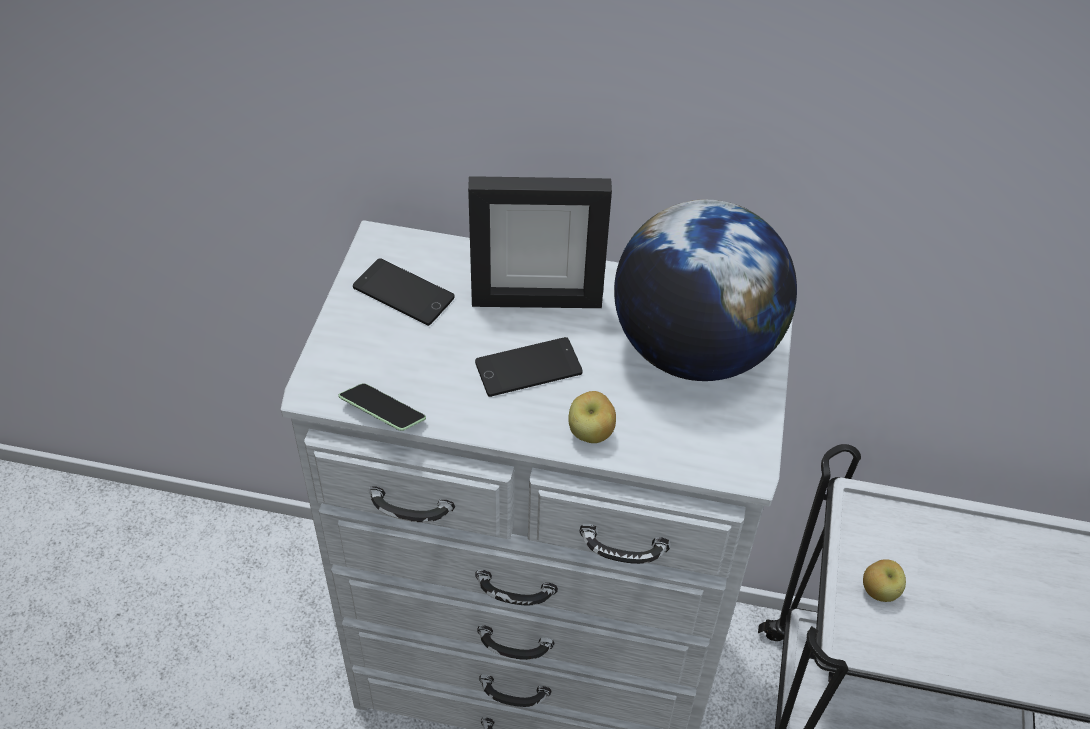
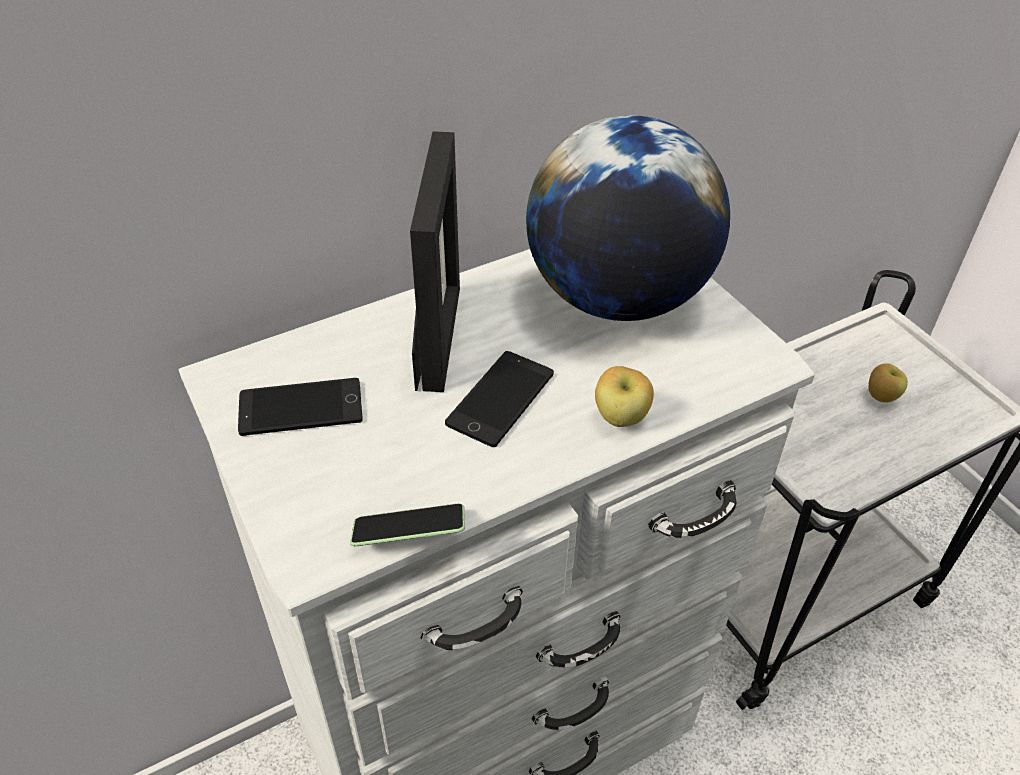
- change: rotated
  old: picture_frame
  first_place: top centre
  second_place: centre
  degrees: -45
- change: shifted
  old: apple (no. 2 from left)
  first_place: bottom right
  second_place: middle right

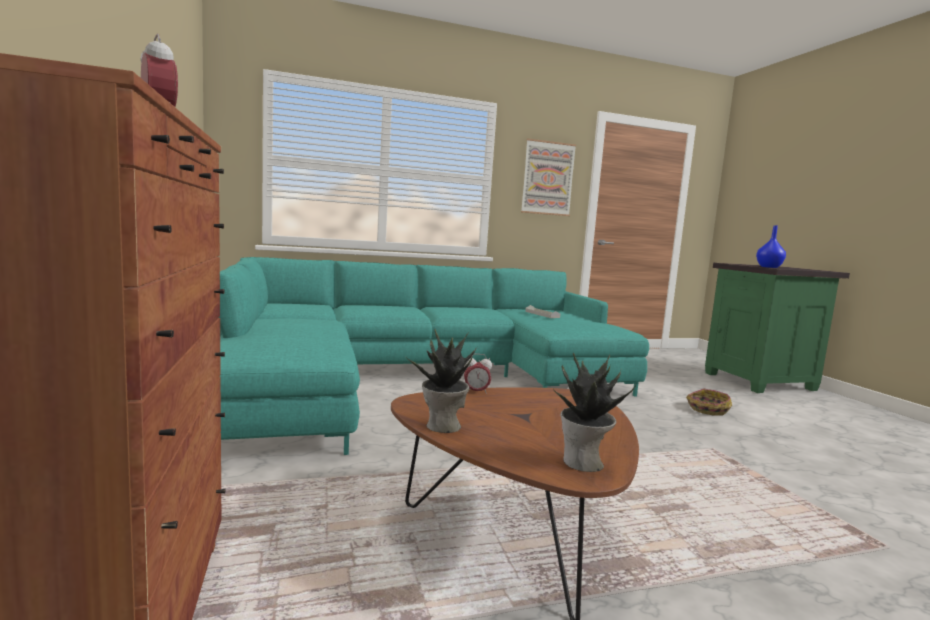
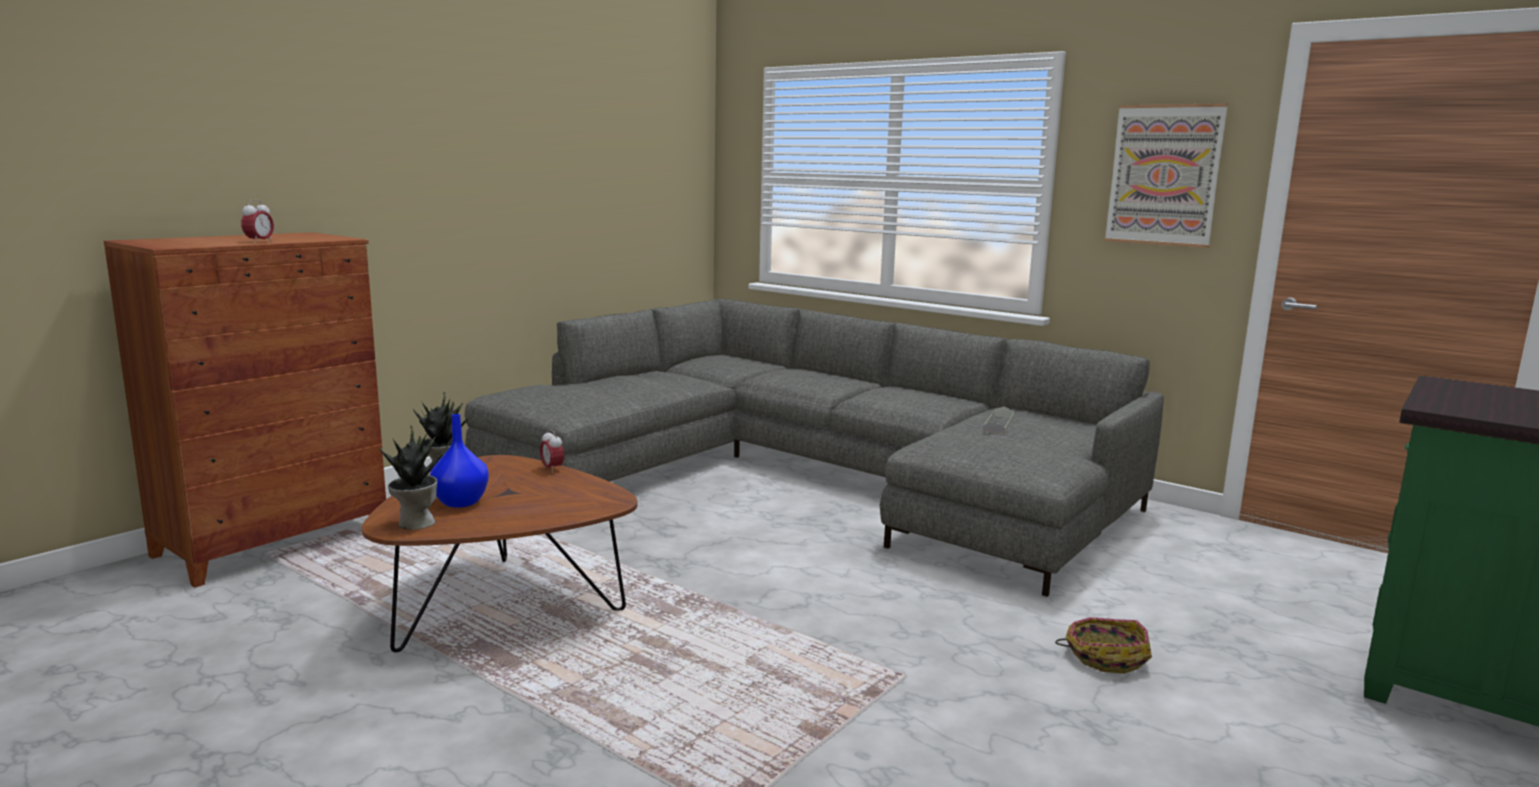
- change: repainted
  old: turquoise_sofa
  new: grey_sofa
  first_place: centre
  second_place: centre
- change: shifted
  old: blue_vase
  first_place: middle right
  second_place: middle left

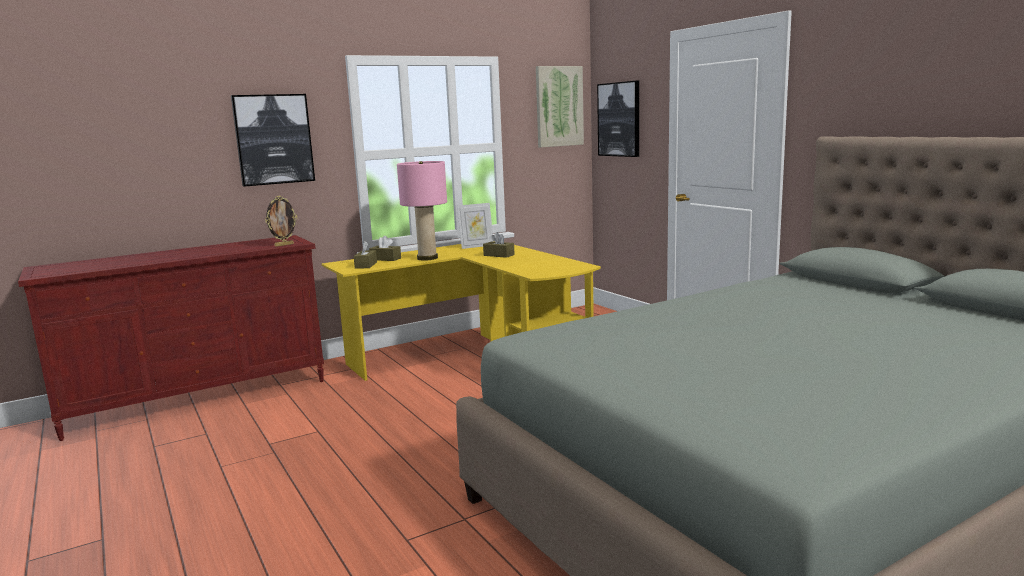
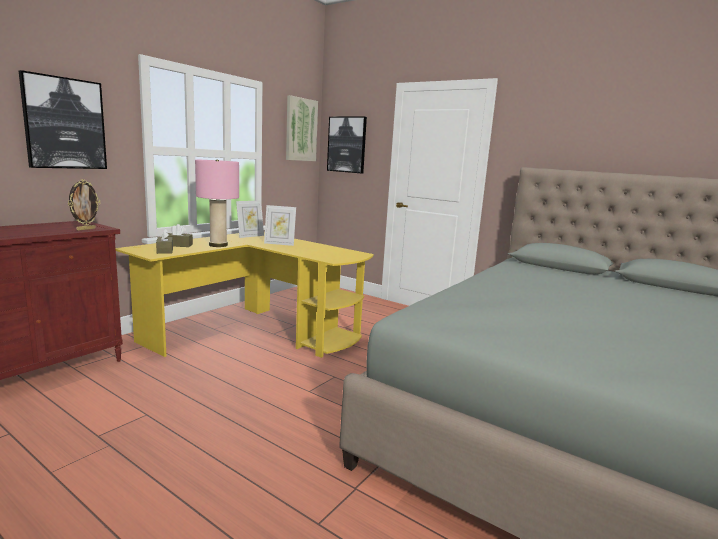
- change: swapped
  old: brown_tissue_box (no. 3 from left)
  new: picture_frame (no. 3 from left)
  first_place: centre
  second_place: centre

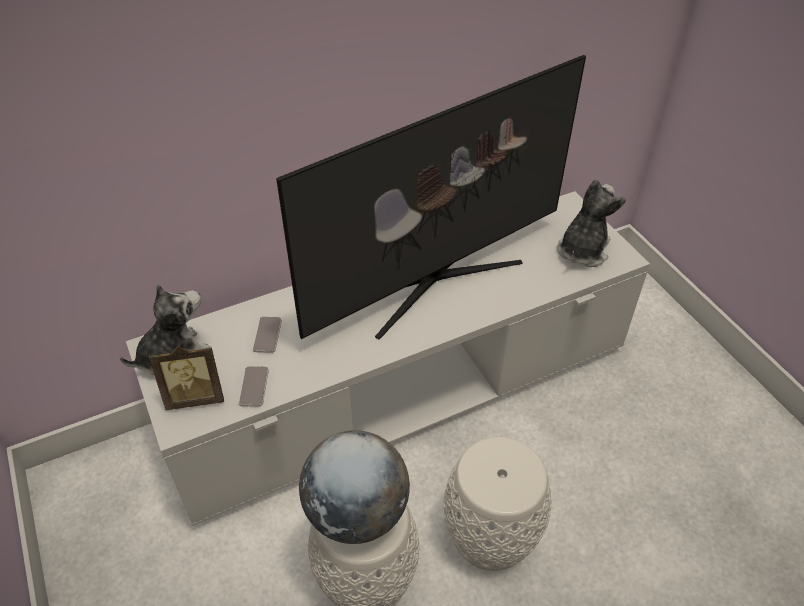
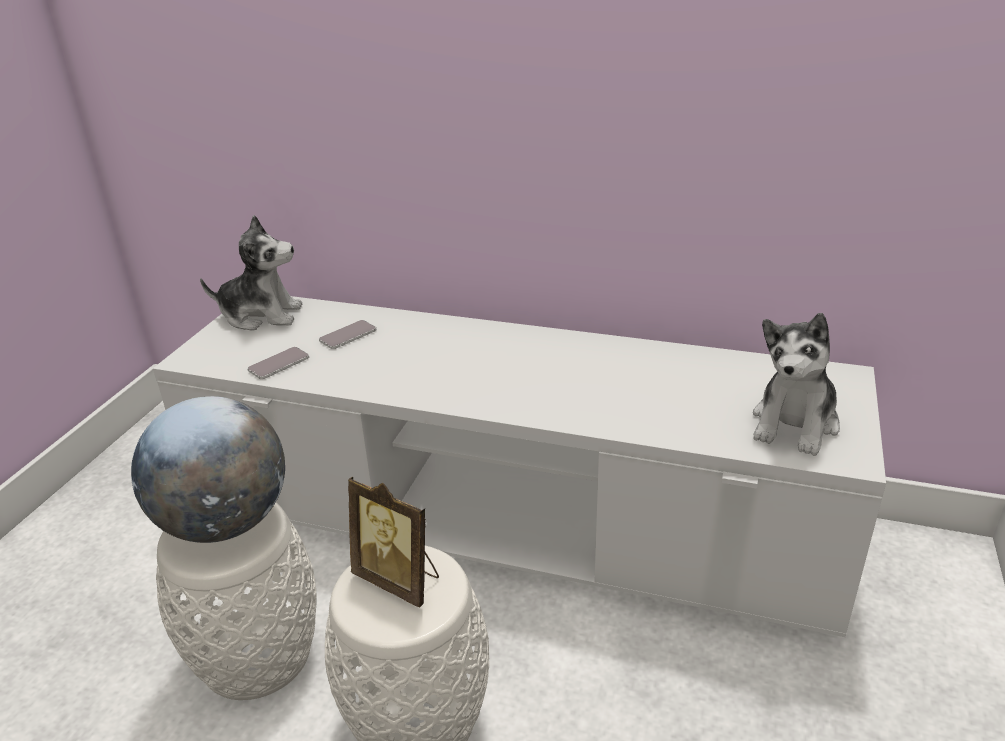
- change: shifted
  old: picture_frame
  first_place: middle left
  second_place: bottom centre
- change: gone
  old: television
  first_place: top centre
- change: rotated
  old: plush_toy (no. 2 from left)
  first_place: middle right
  second_place: middle right
  degrees: 135

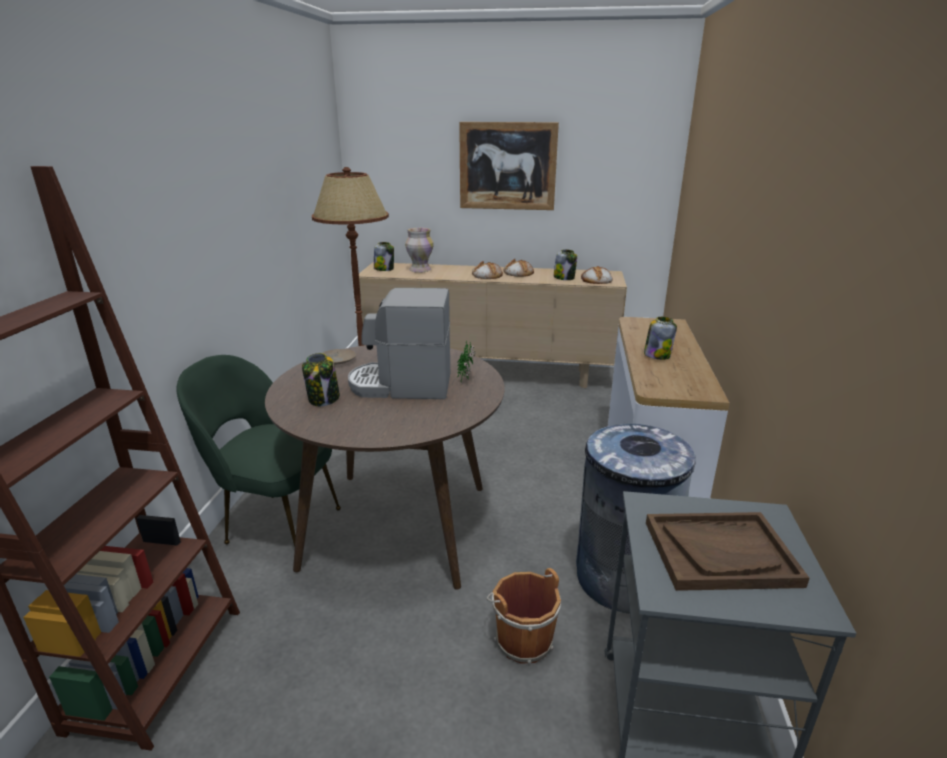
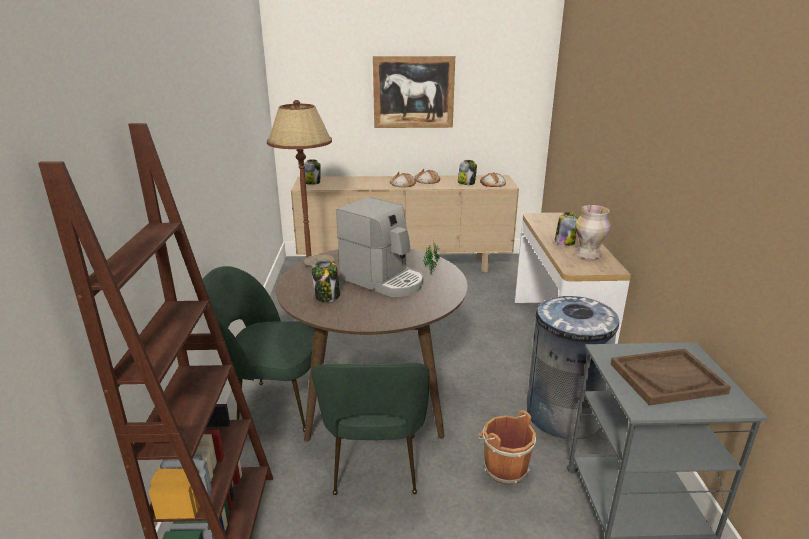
- change: rotated
  old: coffee_machine
  first_place: centre
  second_place: centre
  degrees: -135
- change: shifted
  old: vase
  first_place: top centre
  second_place: middle right
- change: new
  new: green_chair (no. 2 from left)
  second_place: bottom centre

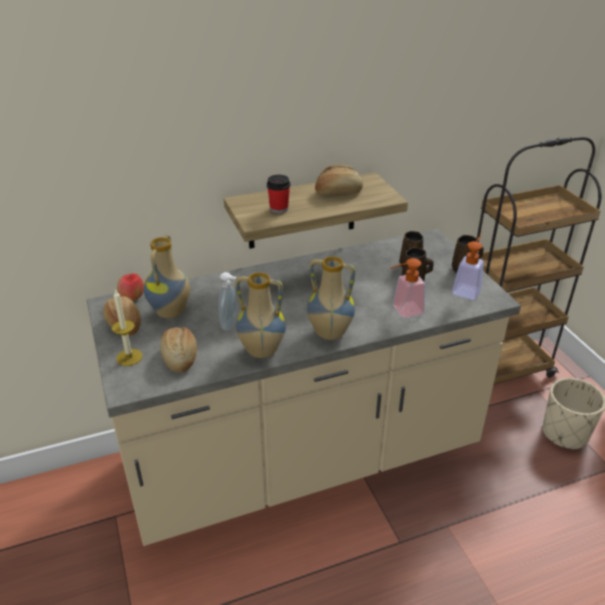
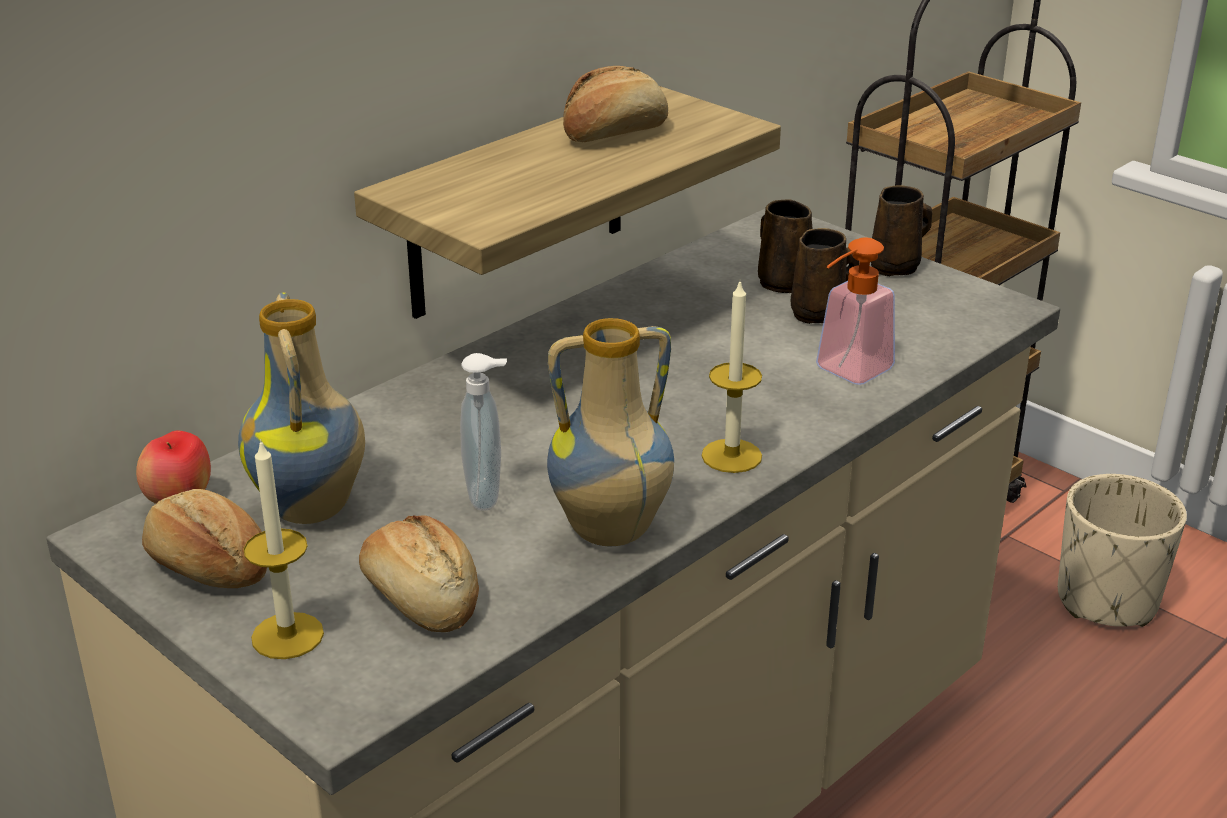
- change: gone
  old: cup
  first_place: top centre
- change: swapped
  old: vase (no. 3 from left)
  new: candle (no. 2 from left)
  first_place: centre
  second_place: centre
- change: gone
  old: soap_dispenser (no. 3 from left)
  first_place: middle right

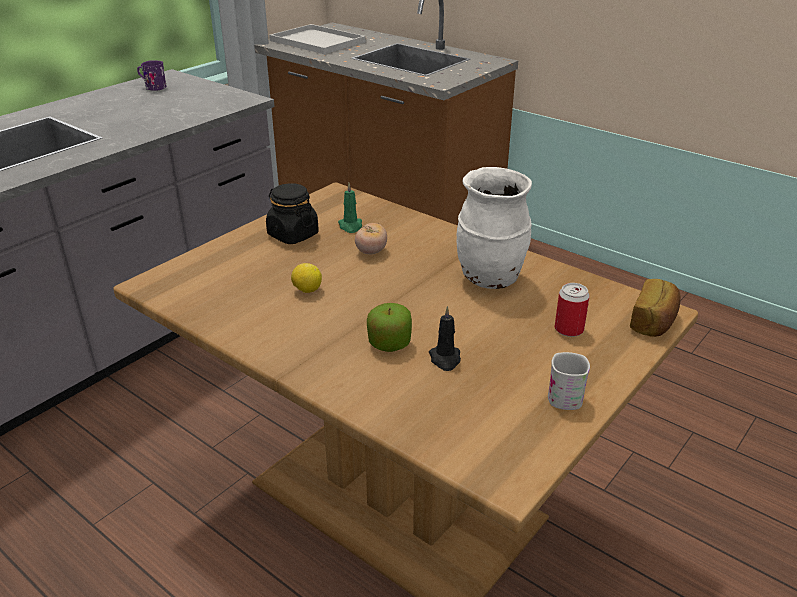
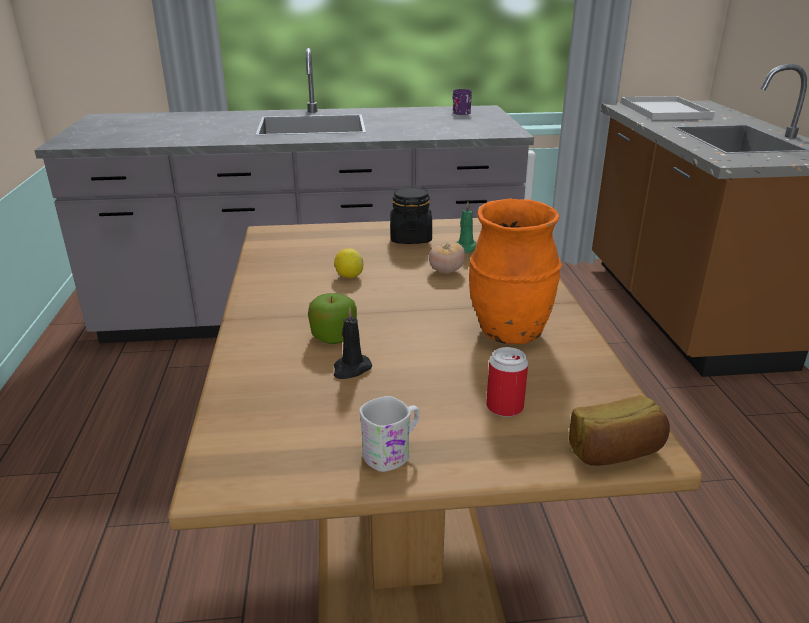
- change: repainted
  old: white_vase
  new: orange_vase
  first_place: centre
  second_place: centre

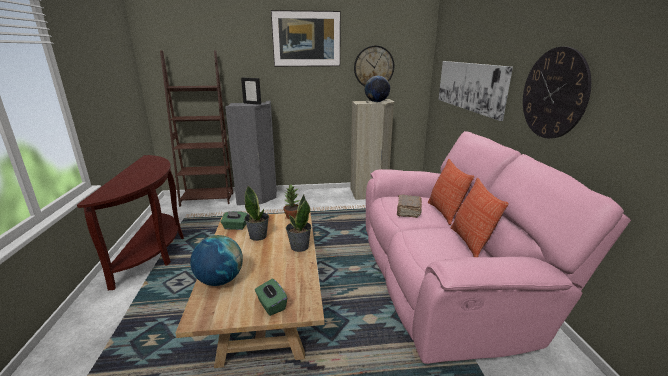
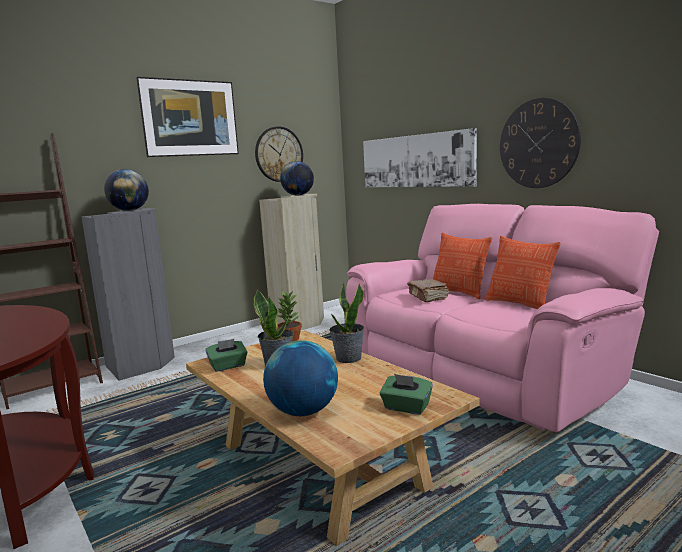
- change: swapped
  old: picture_frame
  new: globe (no. 1 from left)
  first_place: top centre
  second_place: middle left

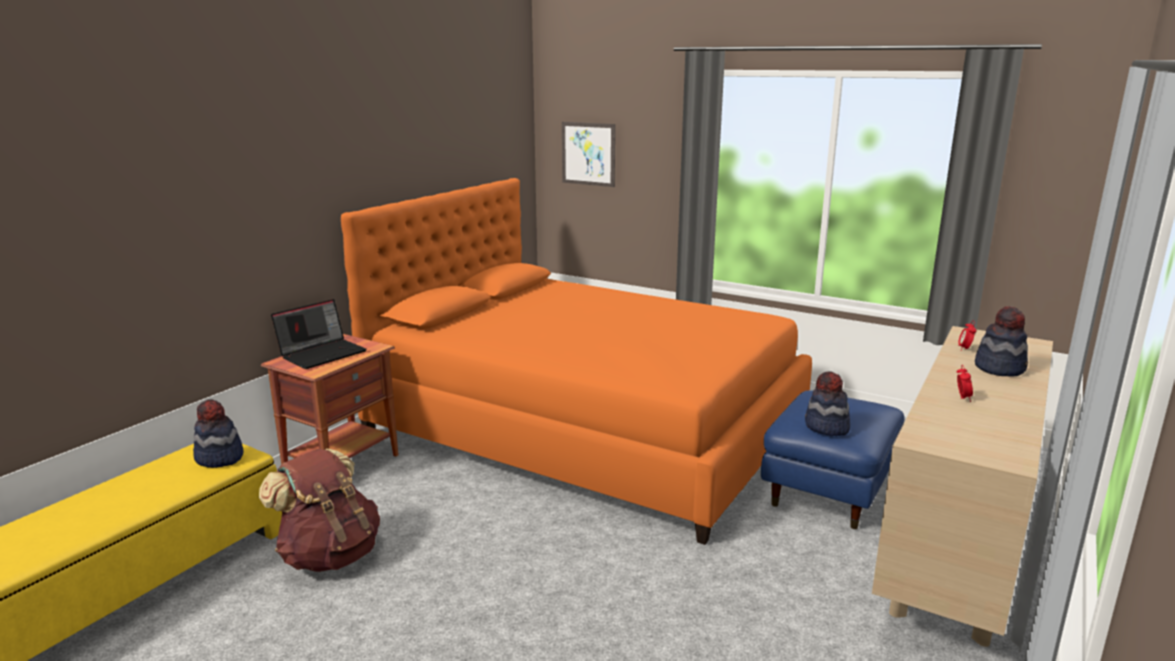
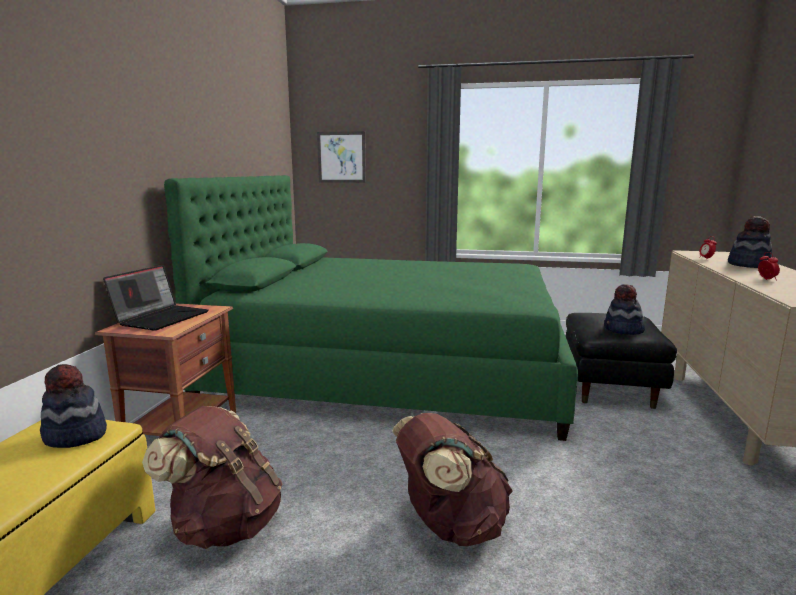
- change: repainted
  old: orange_bed
  new: green_bed
  first_place: centre
  second_place: centre
- change: repainted
  old: blue_ottoman
  new: black_ottoman
  first_place: bottom right
  second_place: middle right
- change: new
  new: brown_backpack (no. 2 from left)
  second_place: bottom centre

